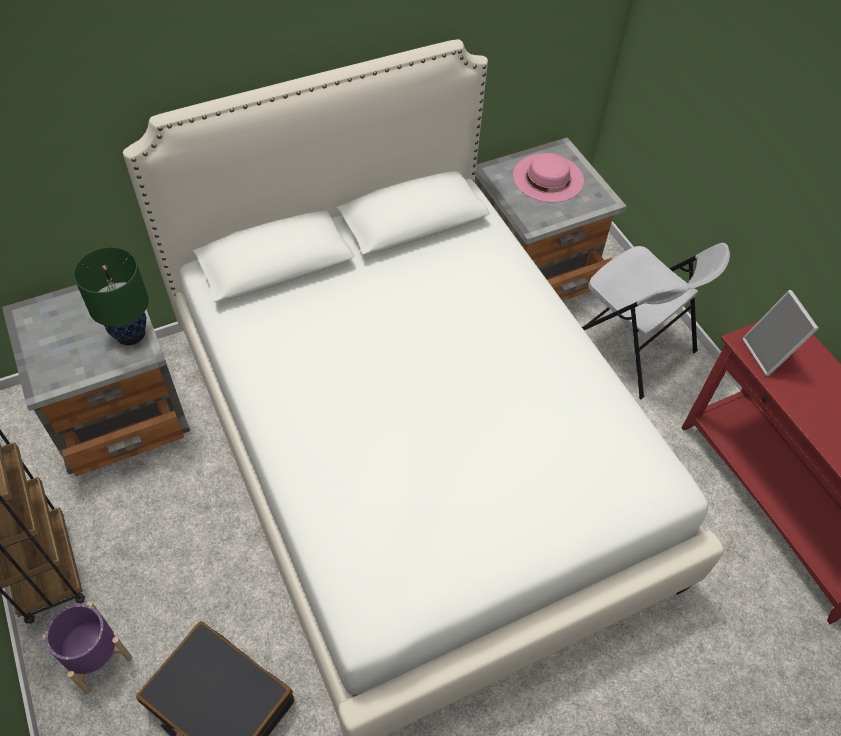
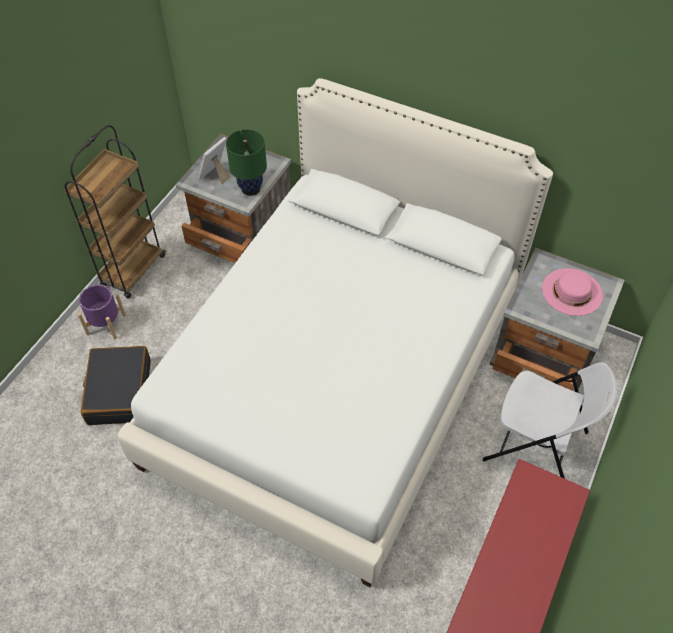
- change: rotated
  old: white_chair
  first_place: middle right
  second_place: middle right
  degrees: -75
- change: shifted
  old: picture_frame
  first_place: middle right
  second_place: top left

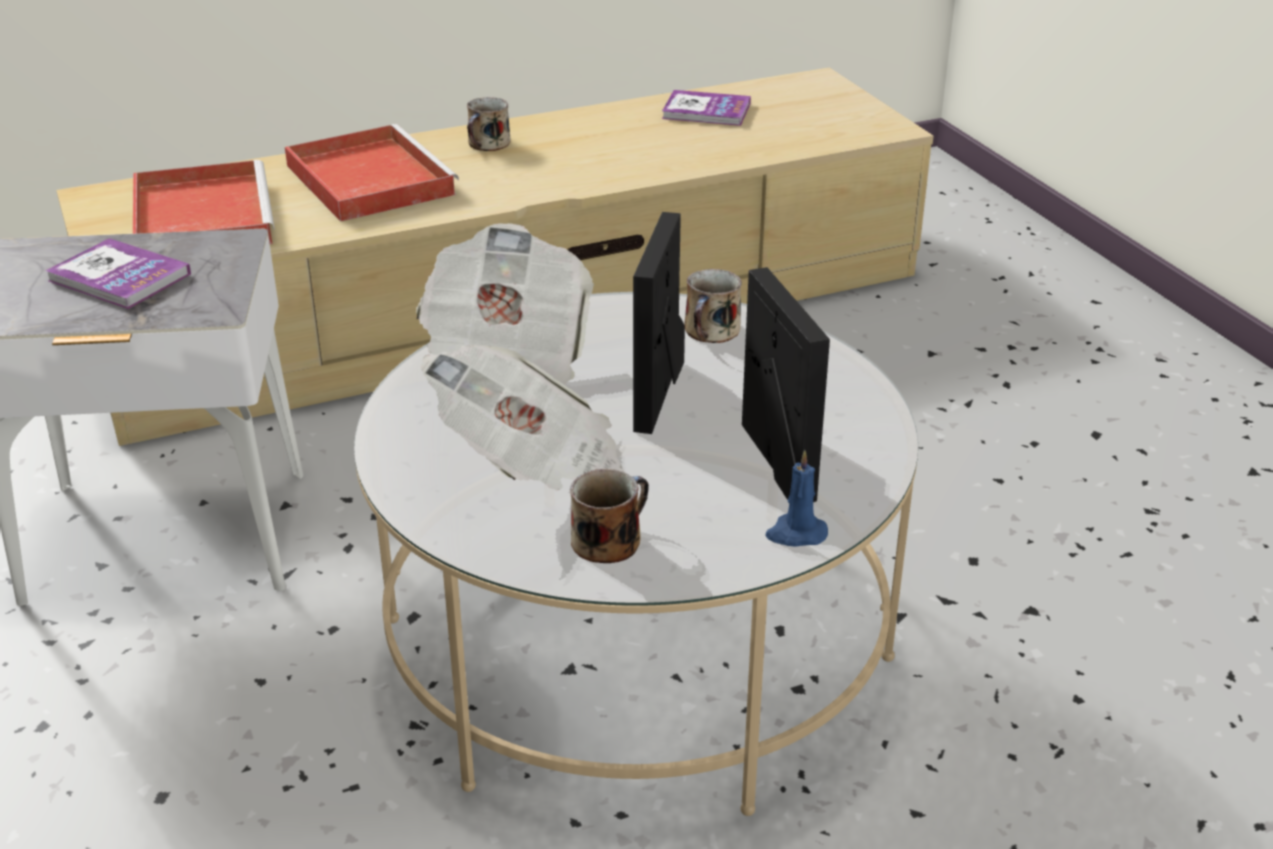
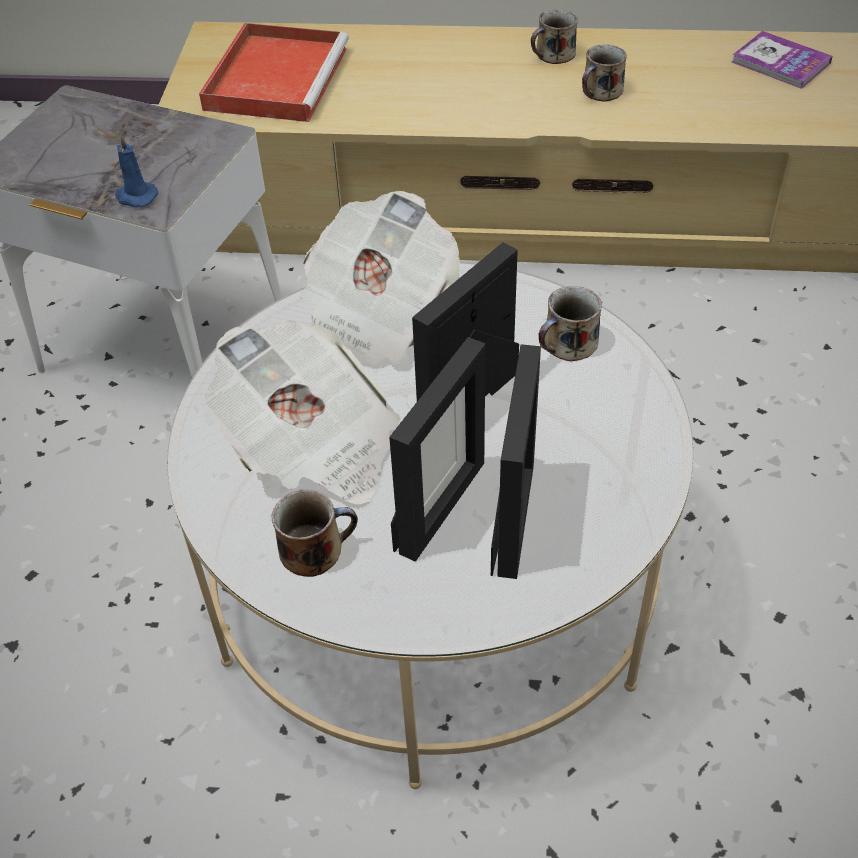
- change: gone
  old: book (no. 1 from left)
  first_place: top left
- change: gone
  old: red_tray (no. 2 from left)
  first_place: top left
- change: shifted
  old: blue_candle
  first_place: centre
  second_place: top left
- change: new
  new: picture_frame (no. 1 from left)
  second_place: centre
- change: new
  new: mug (no. 4 from left)
  second_place: top right

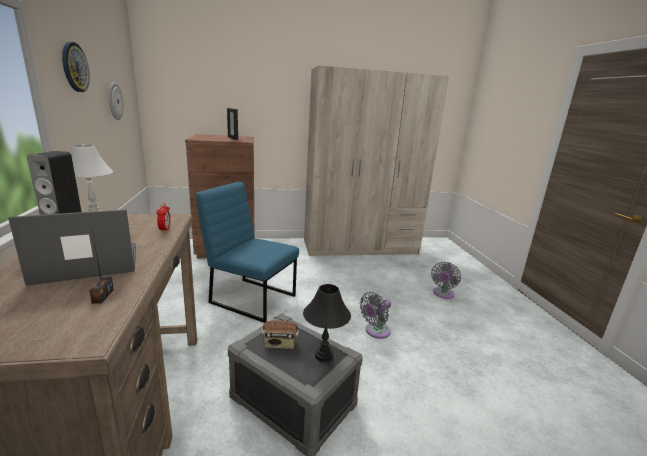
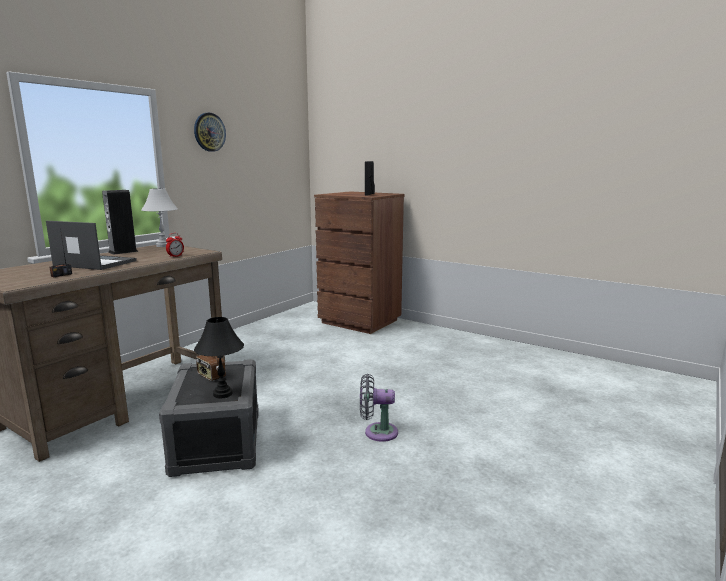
- change: gone
  old: wall_clock (no. 2 from left)
  first_place: top left
- change: gone
  old: blue_chair
  first_place: centre
- change: gone
  old: beige_wardrobe
  first_place: centre
- change: gone
  old: grey_fan (no. 2 from left)
  first_place: middle right

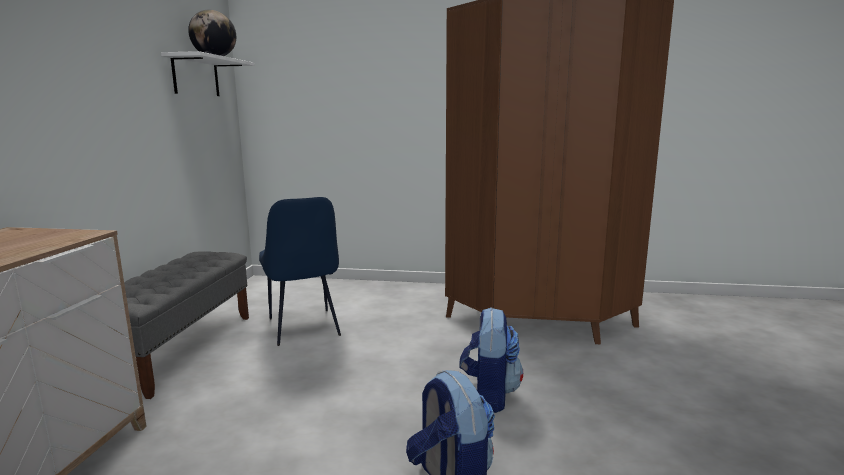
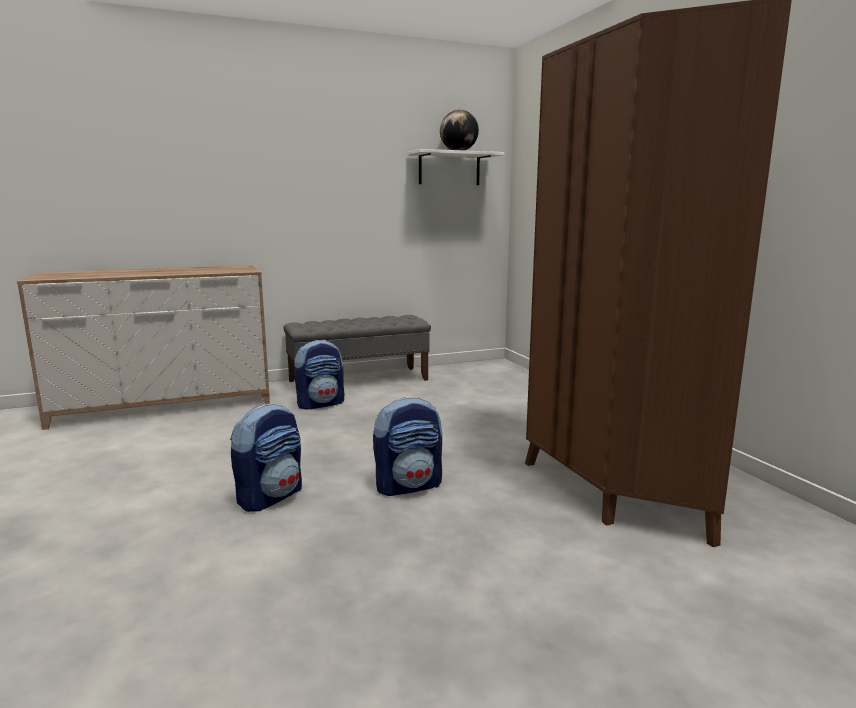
- change: gone
  old: blue_chair
  first_place: centre
- change: new
  new: backpack (no. 2 from left)
  second_place: centre

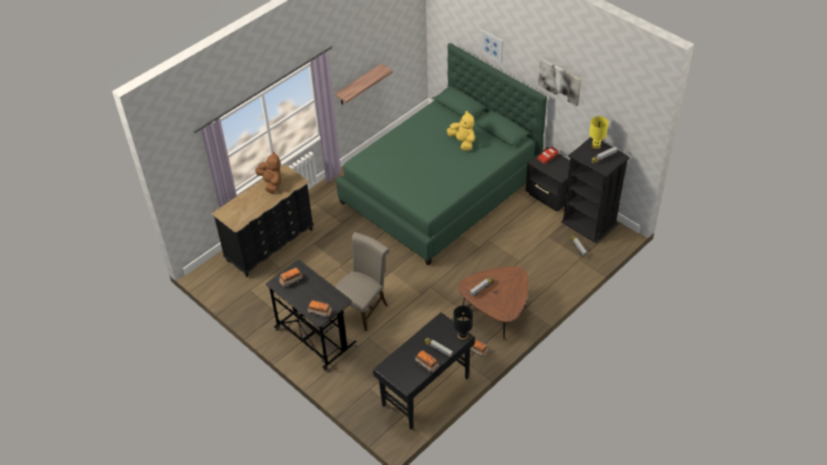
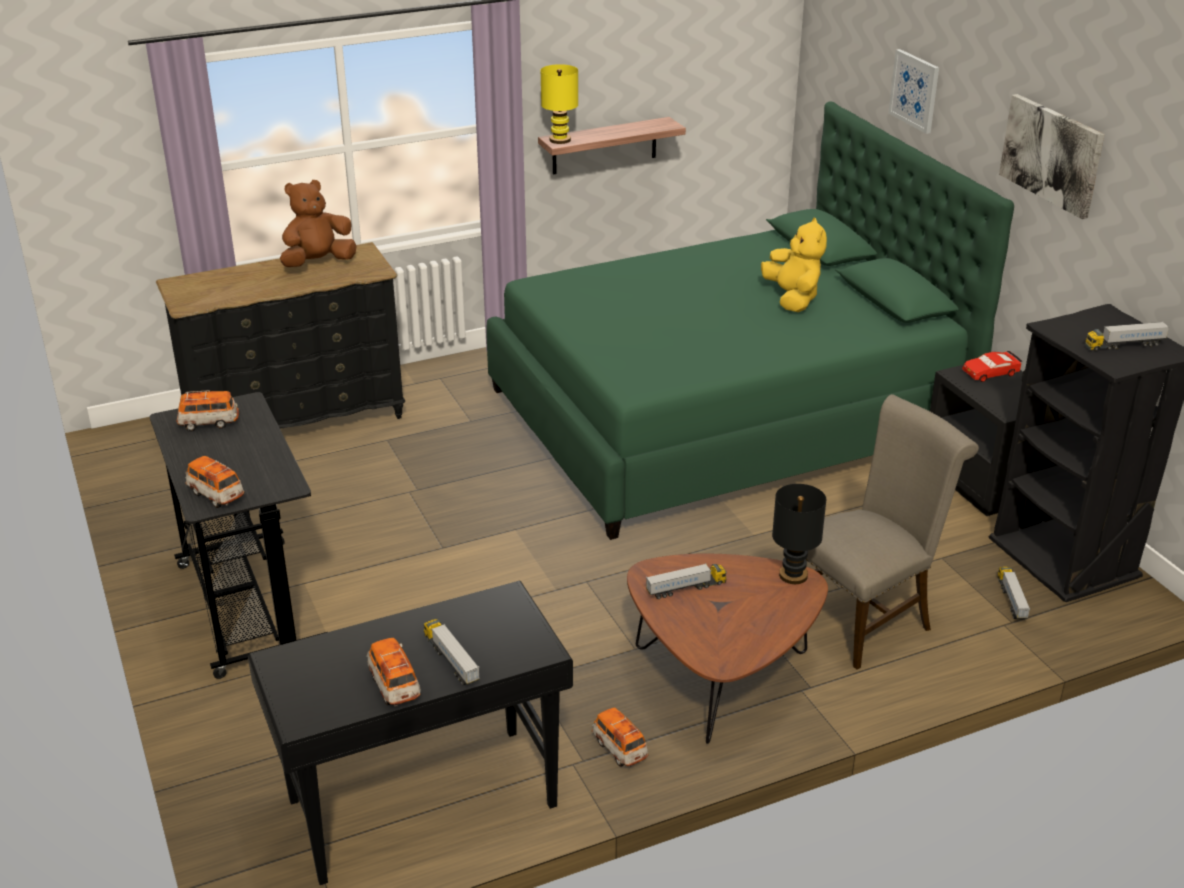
- change: rotated
  old: brown_plush_toy
  first_place: middle left
  second_place: top left
  degrees: -120
- change: shifted
  old: beige_chair
  first_place: centre
  second_place: middle right
- change: shifted
  old: black_table_lamp
  first_place: bottom centre
  second_place: middle right
- change: shifted
  old: yellow_table_lamp
  first_place: top right
  second_place: top centre

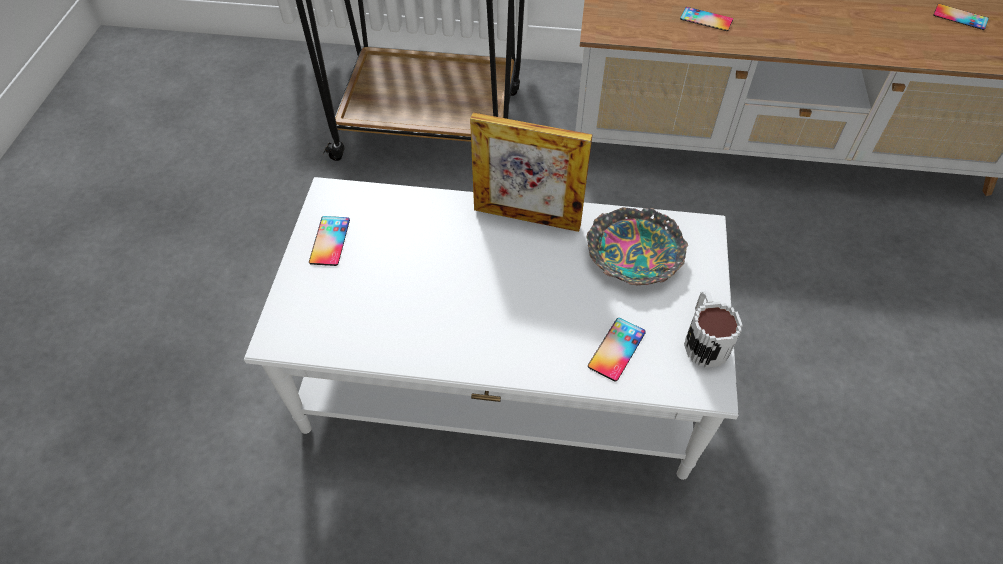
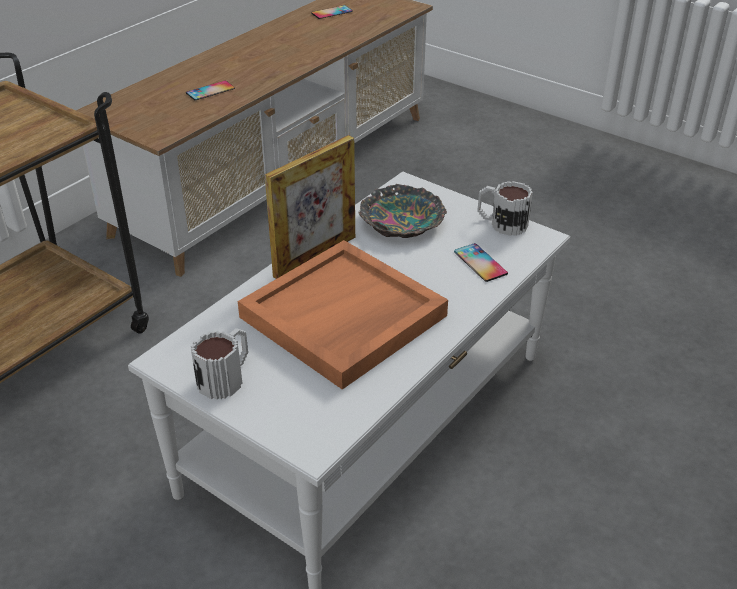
- change: swapped
  old: phone (no. 1 from left)
  new: mug (no. 1 from left)
  first_place: middle left
  second_place: middle left
- change: new
  new: orange_tray
  second_place: centre

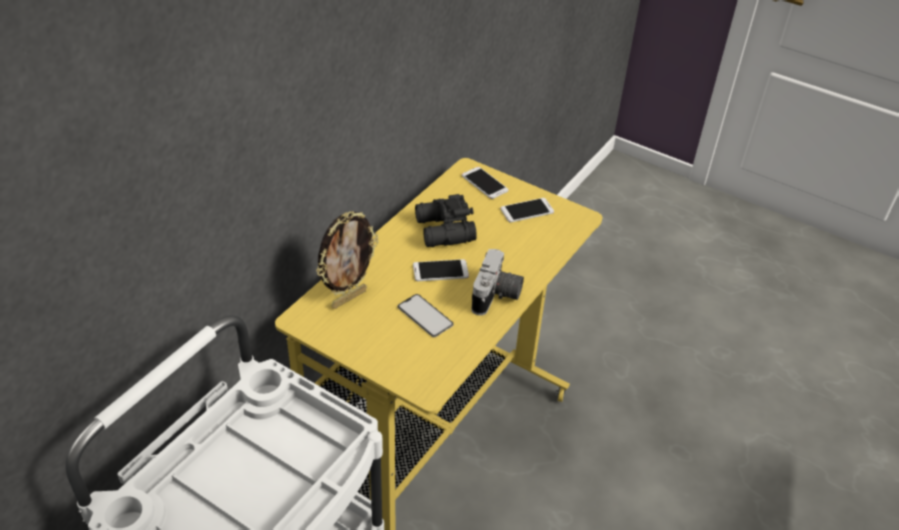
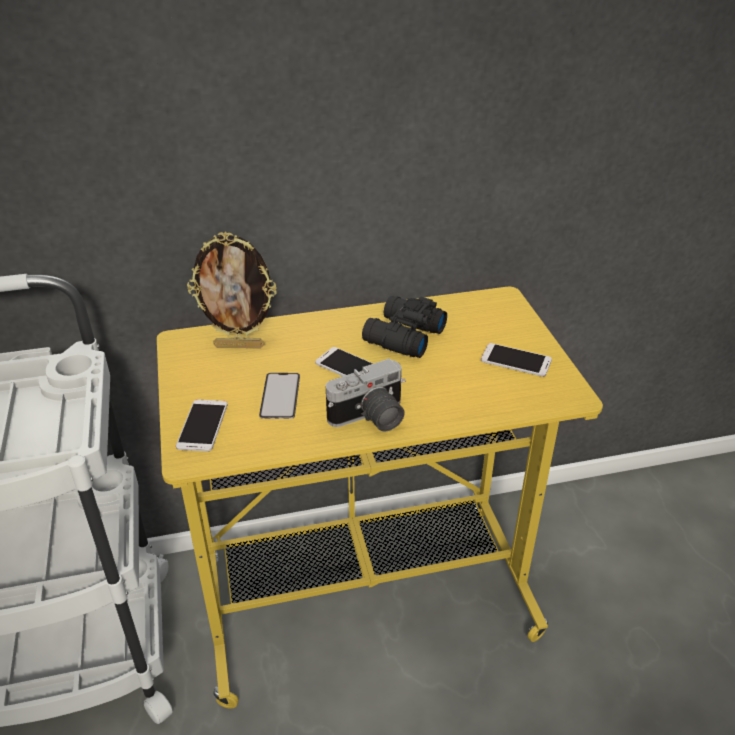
- change: shifted
  old: phone (no. 3 from left in the first image)
  new: phone (no. 1 from left)
  first_place: centre
  second_place: middle left

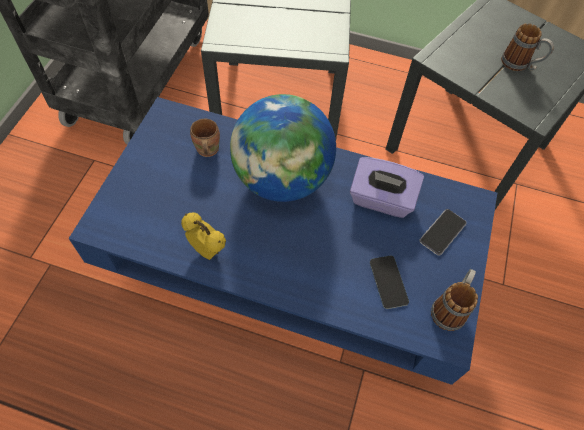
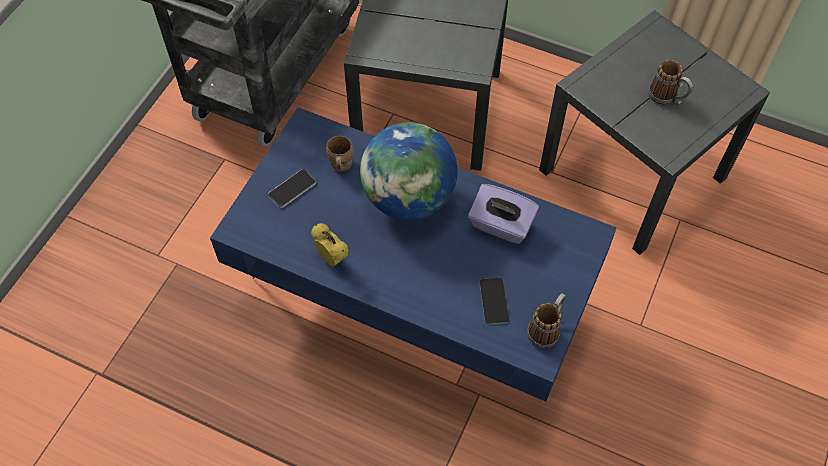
- change: shifted
  old: phone (no. 2 from left in the first image)
  new: phone (no. 1 from left)
  first_place: middle right
  second_place: centre

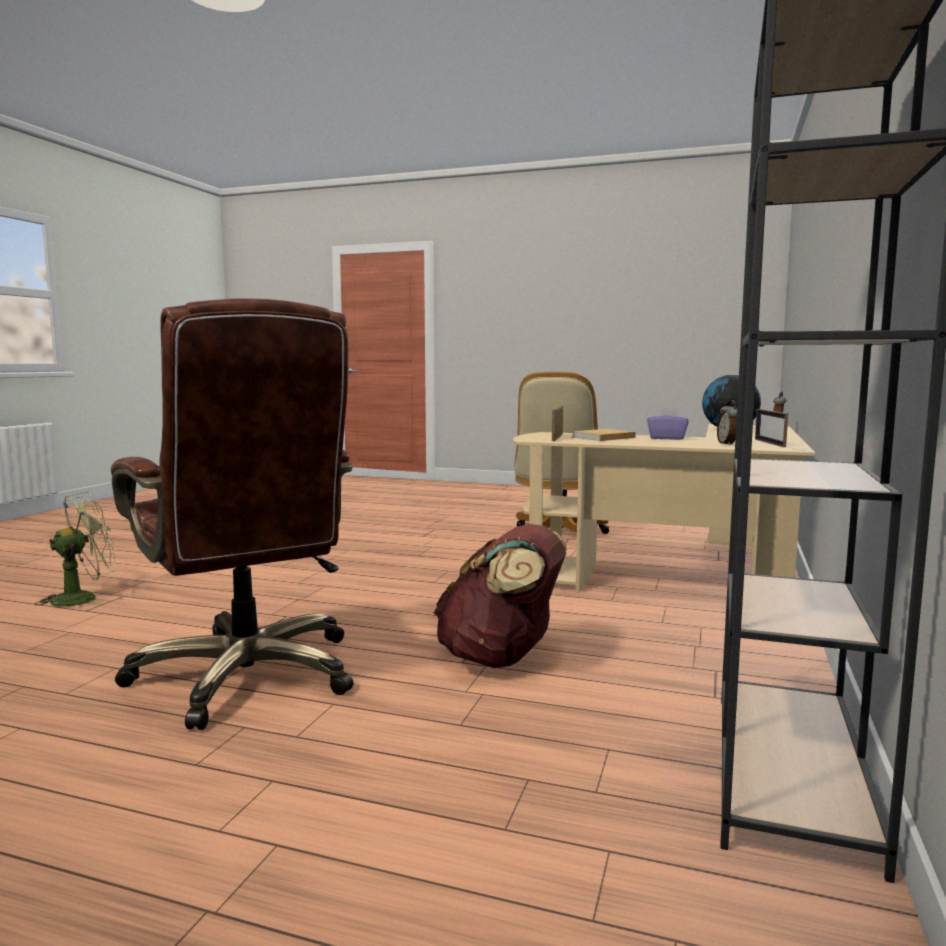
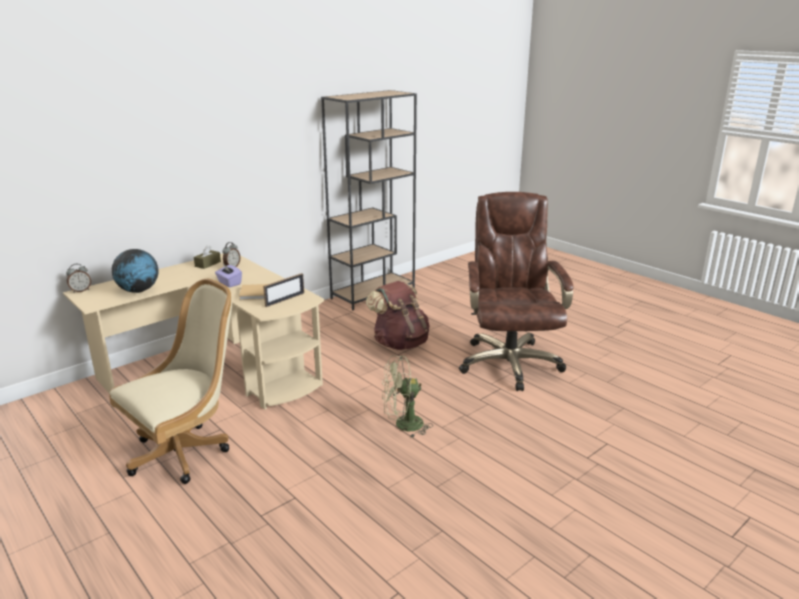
- change: shifted
  old: green_fan
  first_place: middle left
  second_place: centre
- change: swapped
  old: picture_frame (no. 2 from left)
  new: brown_tissue_box
  first_place: middle right
  second_place: middle left

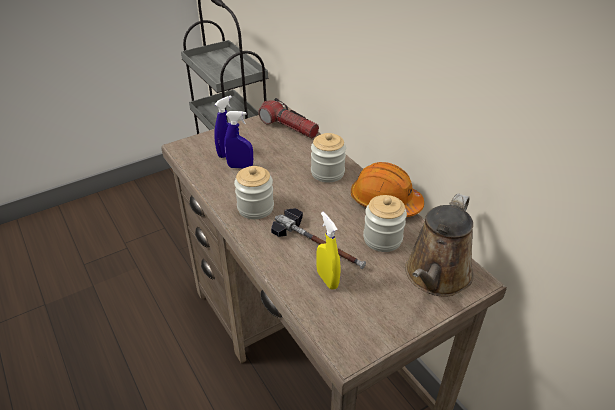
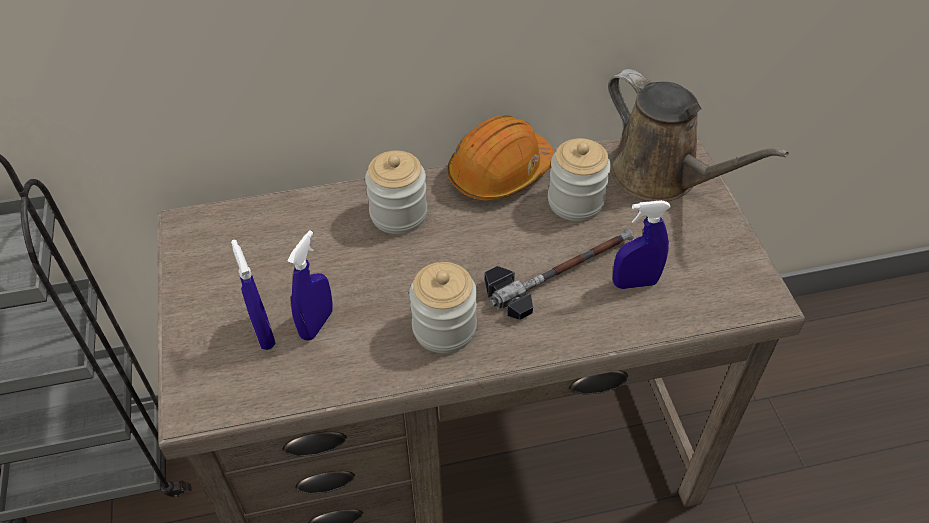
- change: gone
  old: flashlight
  first_place: top centre
- change: repainted
  old: yellow_spray_bottle
  new: blue_spray_bottle (no. 3 from left)
  first_place: centre
  second_place: middle right

